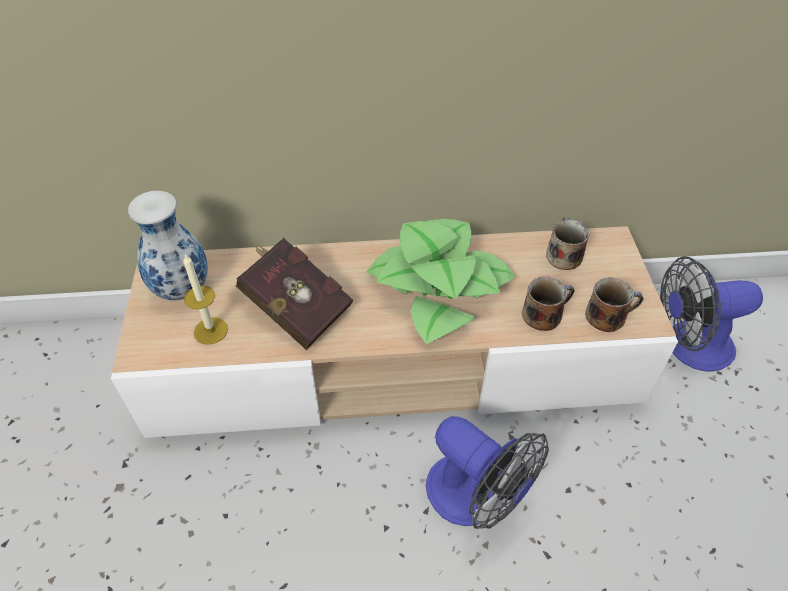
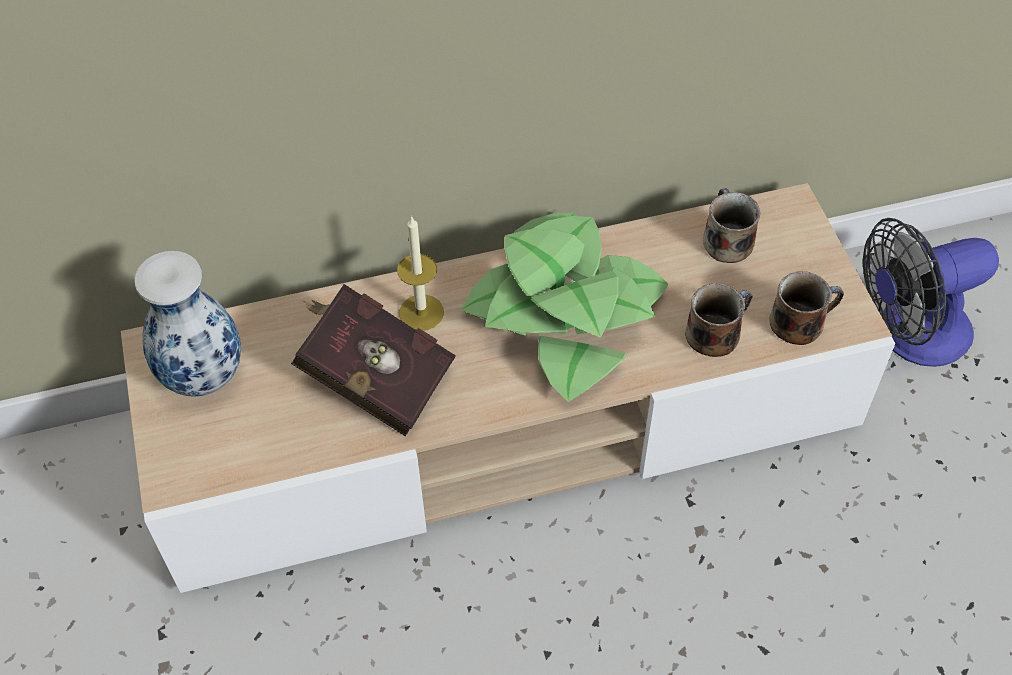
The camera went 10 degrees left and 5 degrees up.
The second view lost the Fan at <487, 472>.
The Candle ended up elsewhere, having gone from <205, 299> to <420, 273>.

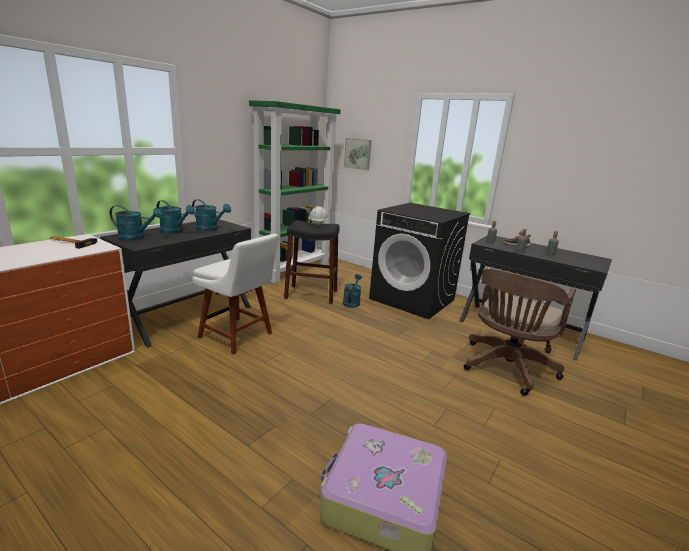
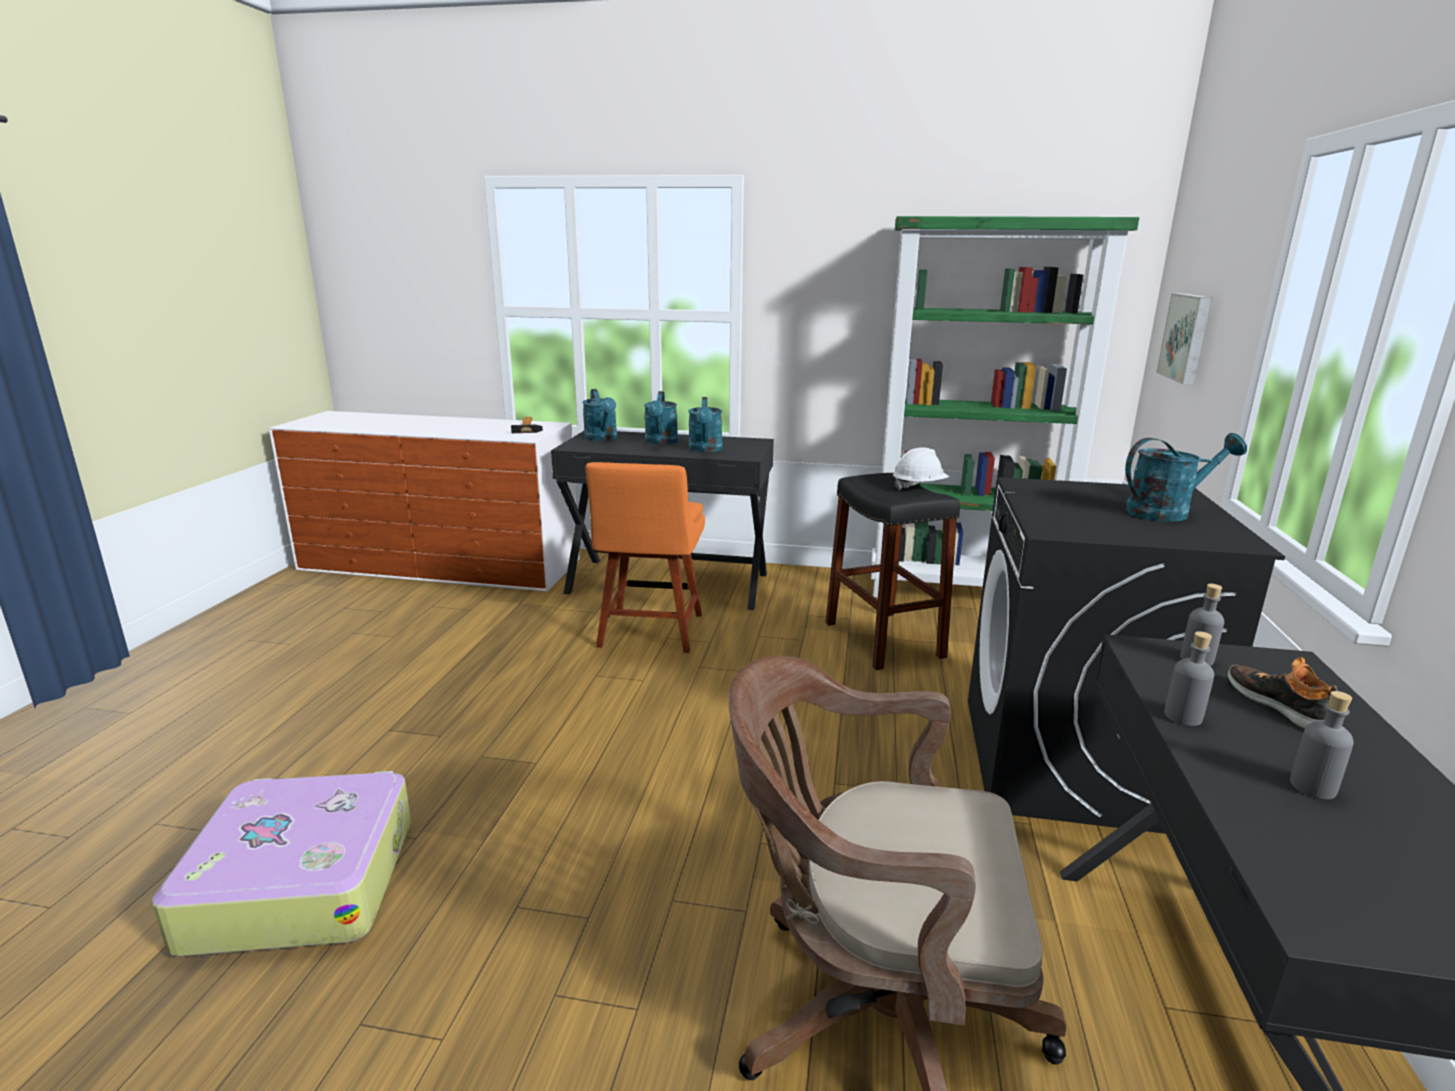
The camera went 65 degrees right and 0 degrees up.
The TurquoiseWateringCan ended up elsewhere, having gone from <352, 291> to <1186, 477>.
What was the WhiteChair at <235, 294> turned into the OrangeChair at <645, 557>.

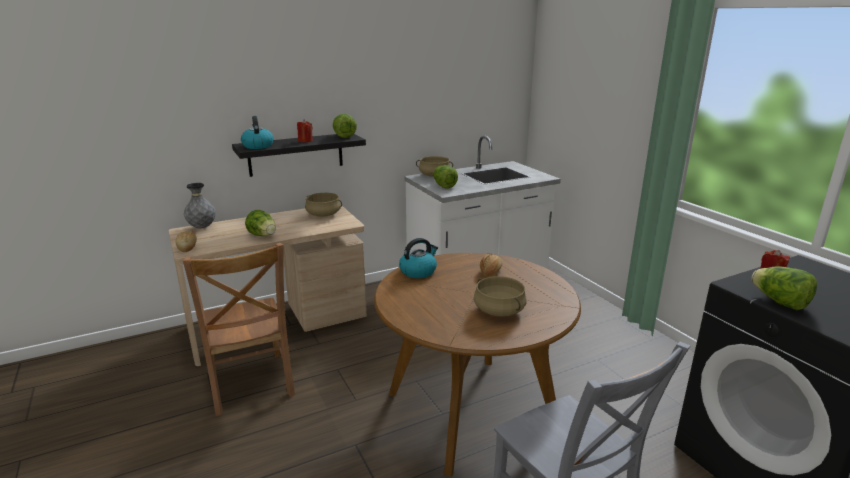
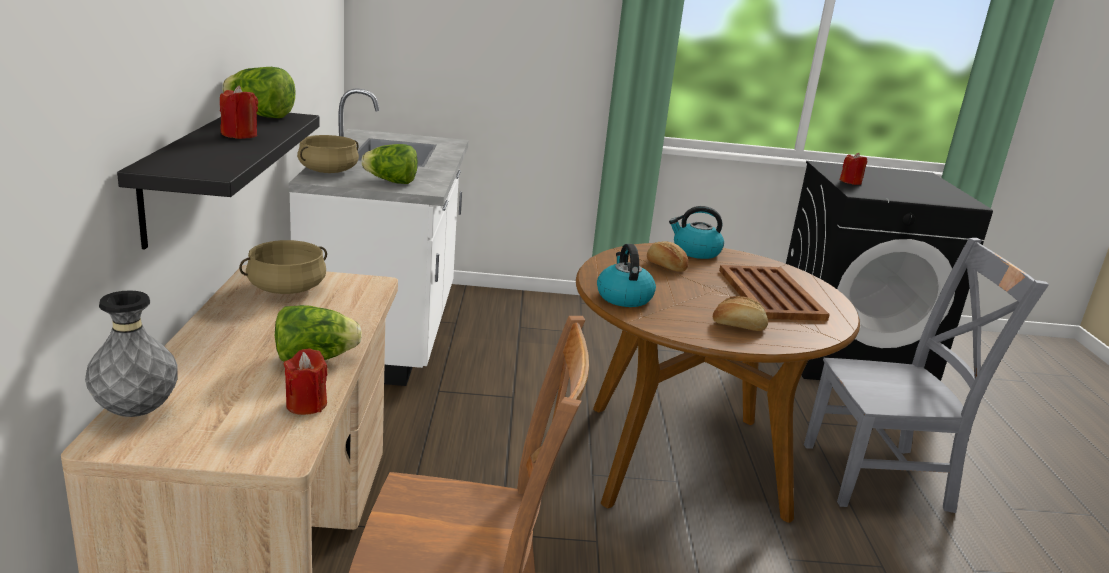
The camera went 65 degrees left and 0 degrees up.
The second view lost the Lettuce at <784, 288>.
The second view gained the RedCandle at <306, 382>.
The Bread ended up elsewhere, having gone from <186, 241> to <740, 313>.
The Kettle ended up elsewhere, having gone from <257, 132> to <696, 232>.
Where the BeigeCookingPot stood at <500, 296>, the BrownTray came to stand at <774, 293>.

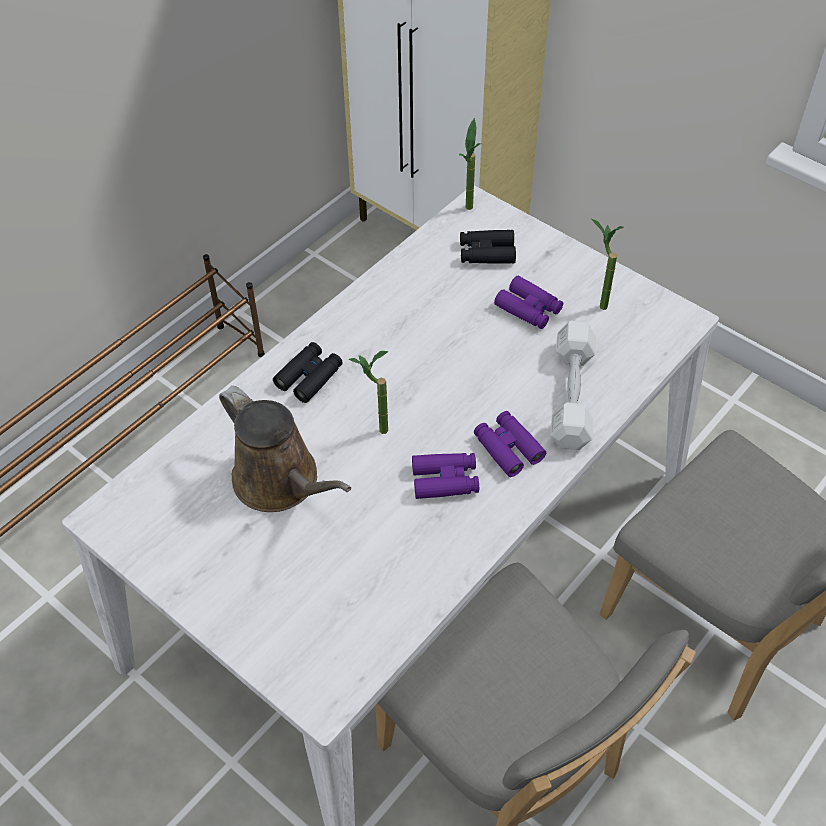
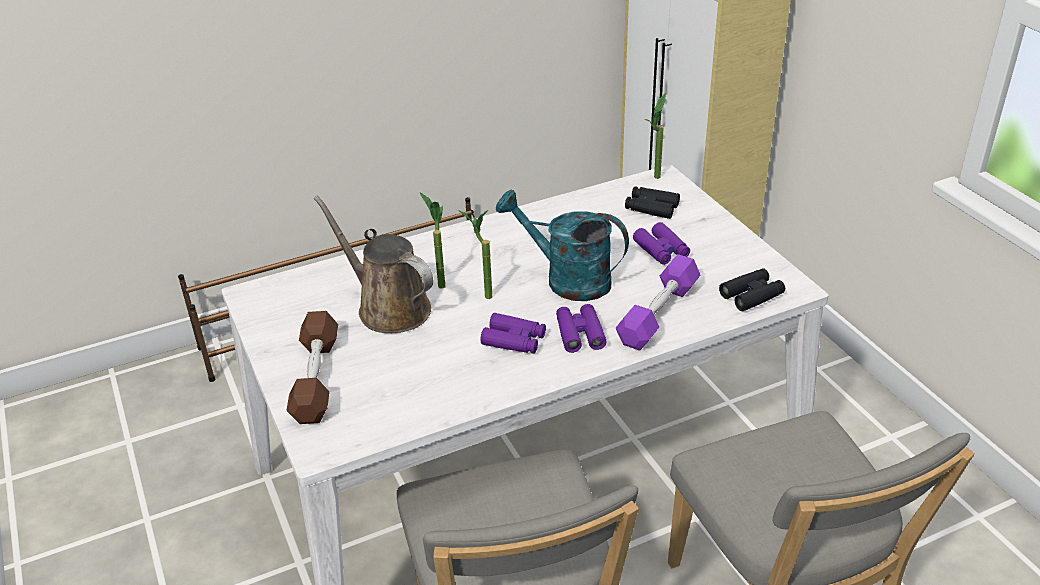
The camera went 25 degrees right and 15 degrees down.
The second view gained the BrownDumbbell at <312, 367>.
The second view gained the TurquoiseWateringCan at <562, 245>.
The BlackBinoculars ended up elsewhere, having gone from <308, 372> to <752, 289>.
The PottedPlant ended up elsewhere, having gone from <607, 264> to <432, 241>.
What was the WhiteDumbbell at <573, 385> turned into the PurpleDumbbell at <658, 302>.
The BrownWateringCan at <285, 449> ended up facing another way, 150 degrees clockwise from before.

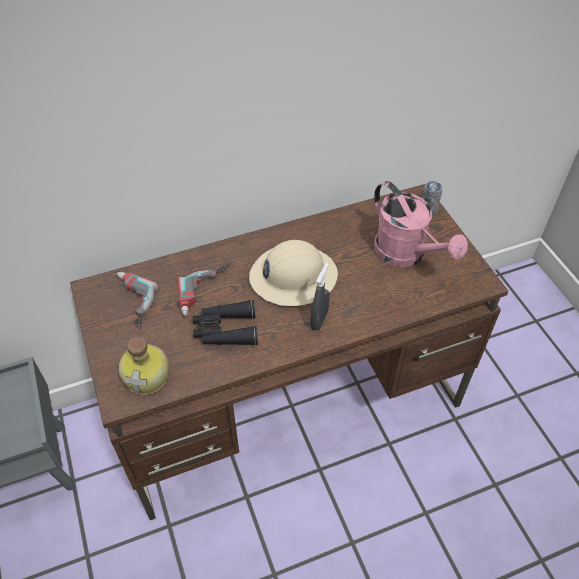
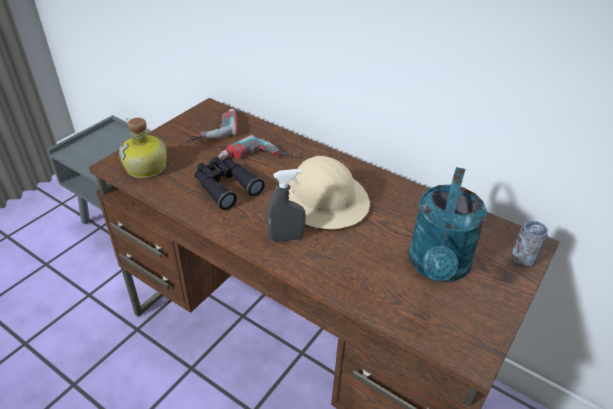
The camera went 55 degrees right and 10 degrees down.
What was the PinkWateringCan at <421, 224> turned into the TurquoiseWateringCan at <447, 224>.

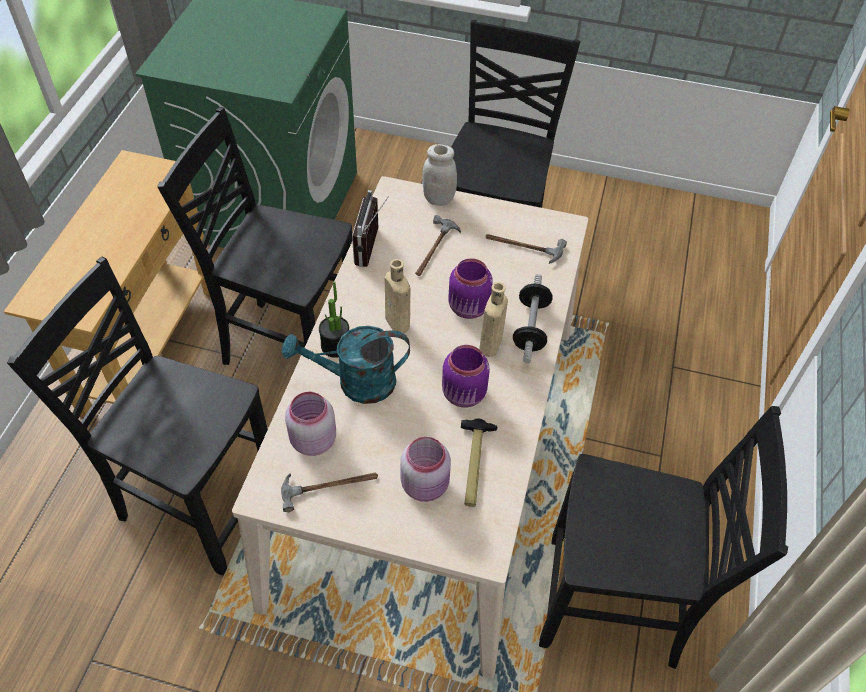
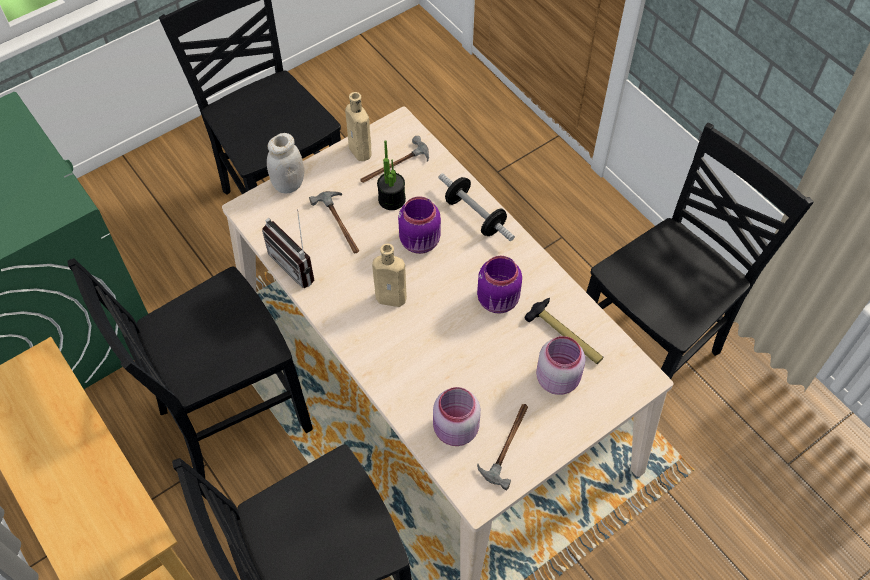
The camera went 50 degrees left and 5 degrees up.
The second view lost the TurquoiseWateringCan at <346, 365>.
The PottedPlant ended up elsewhere, having gone from <334, 319> to <391, 175>.
The BeigeBottle ended up elsewhere, having gone from <493, 319> to <358, 126>.

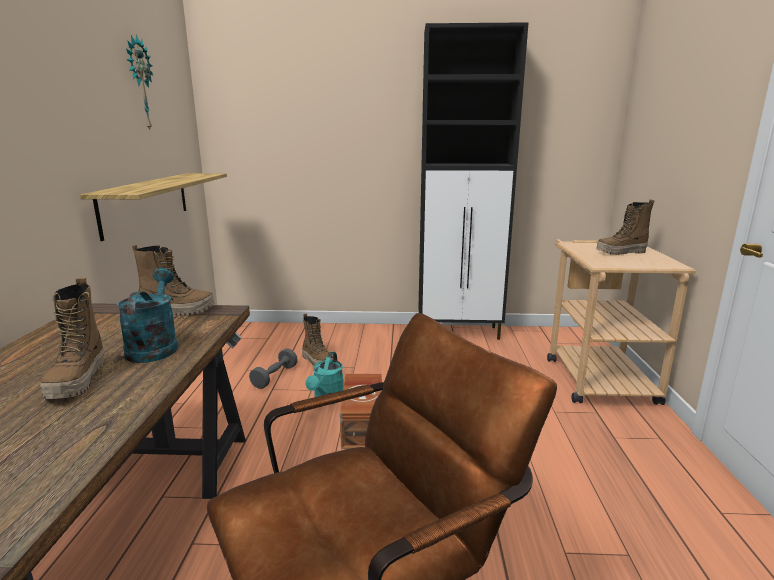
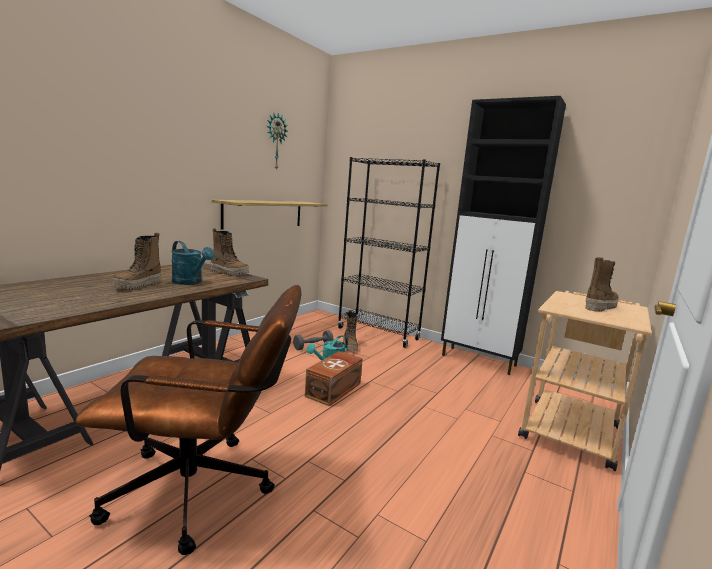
The camera went 30 degrees right and 5 degrees down.
The second view gained the BlackBookcase at <389, 252>.
The TurquoiseWateringCan at <147, 315> ended up facing another way, 105 degrees clockwise from before.
The Boot at <625, 227> ended up facing another way, 120 degrees clockwise from before.

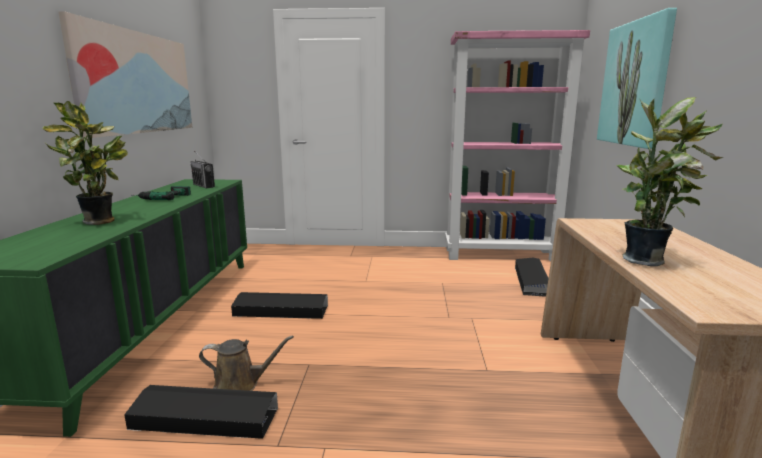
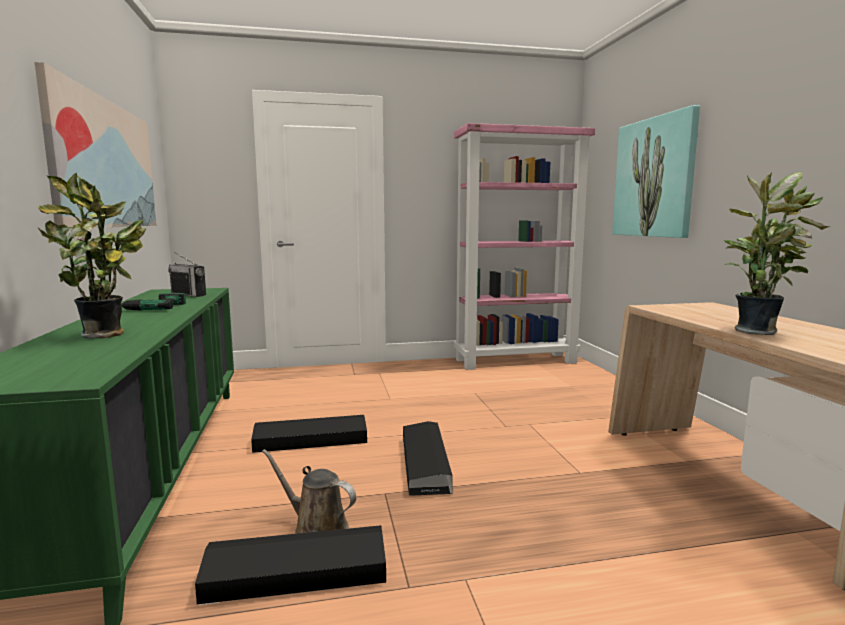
The camera went 15 degrees left and 5 degrees down.
The BlackStorageBox ended up elsewhere, having gone from <531, 277> to <428, 458>.
The BrownWateringCan at <246, 363> ended up facing another way, 135 degrees counterclockwise from before.

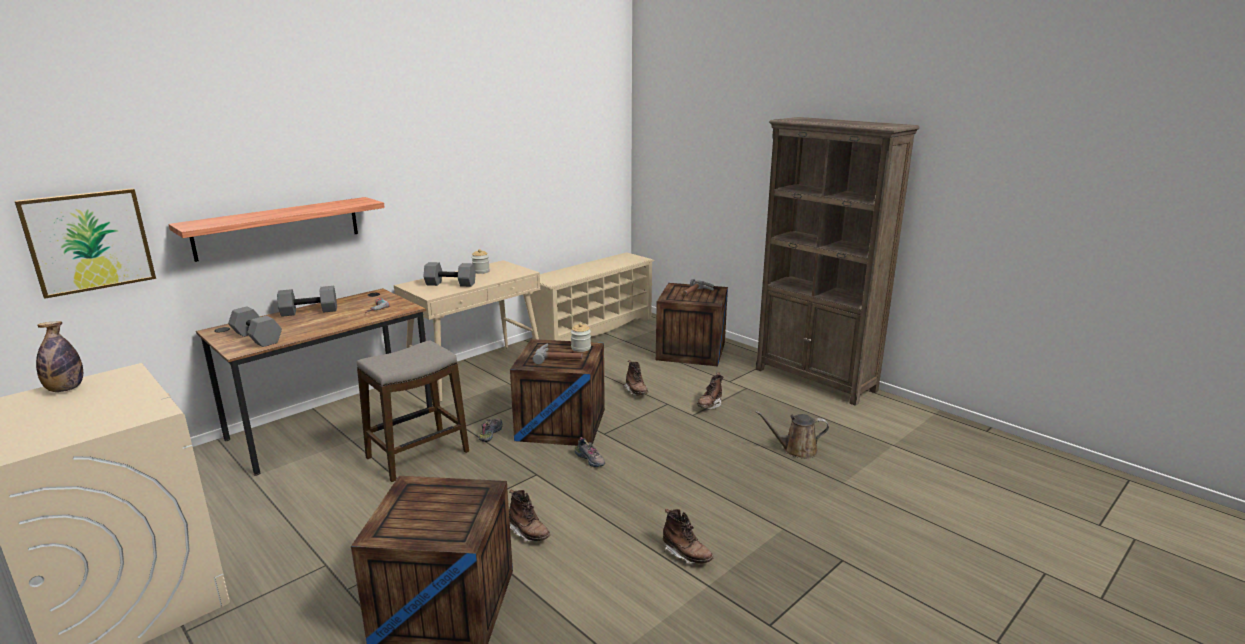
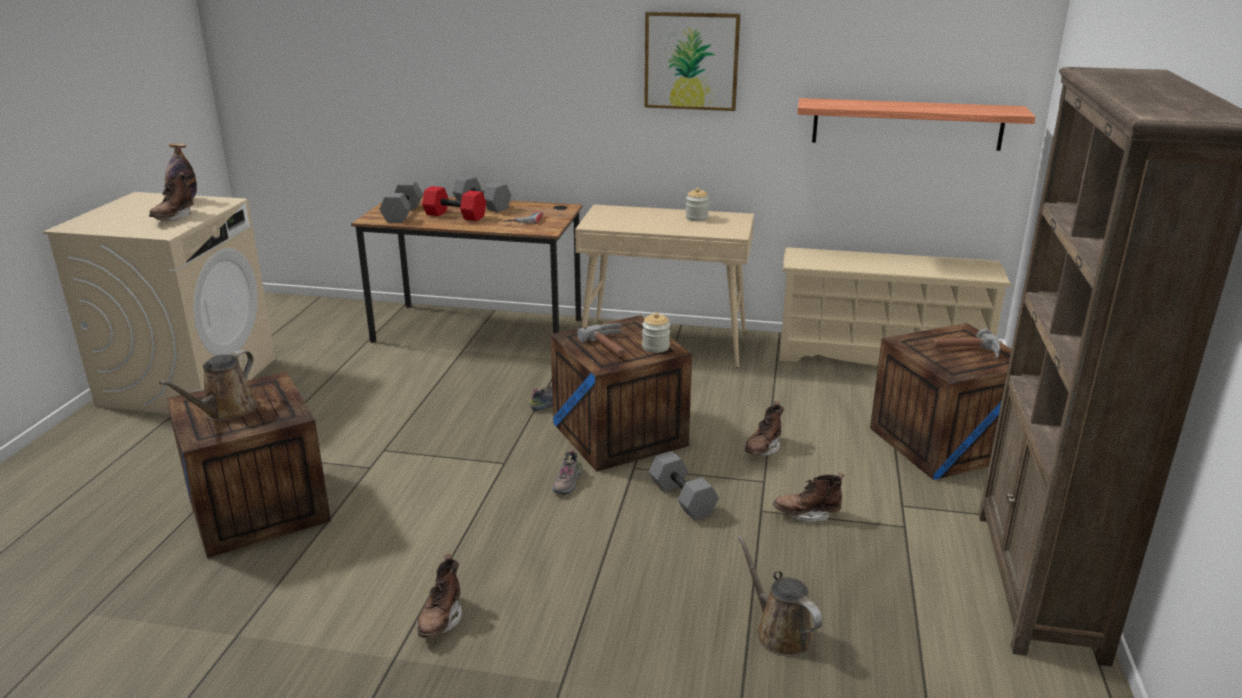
The camera went 55 degrees right and 5 degrees up.
The second view lost the Stool at <413, 411>.
The second view gained the BrownWateringCan at <208, 385>.
The second view gained the RedDumbbell at <454, 203>.
The Picture ended up elsewhere, having gone from <85, 243> to <692, 61>.
The Shelf ended up elsewhere, having gone from <276, 229> to <916, 124>.
The GreyDumbbell ended up elsewhere, having gone from <450, 274> to <684, 485>.
The BrownBoot ended up elsewhere, having gone from <529, 515> to <171, 196>.

